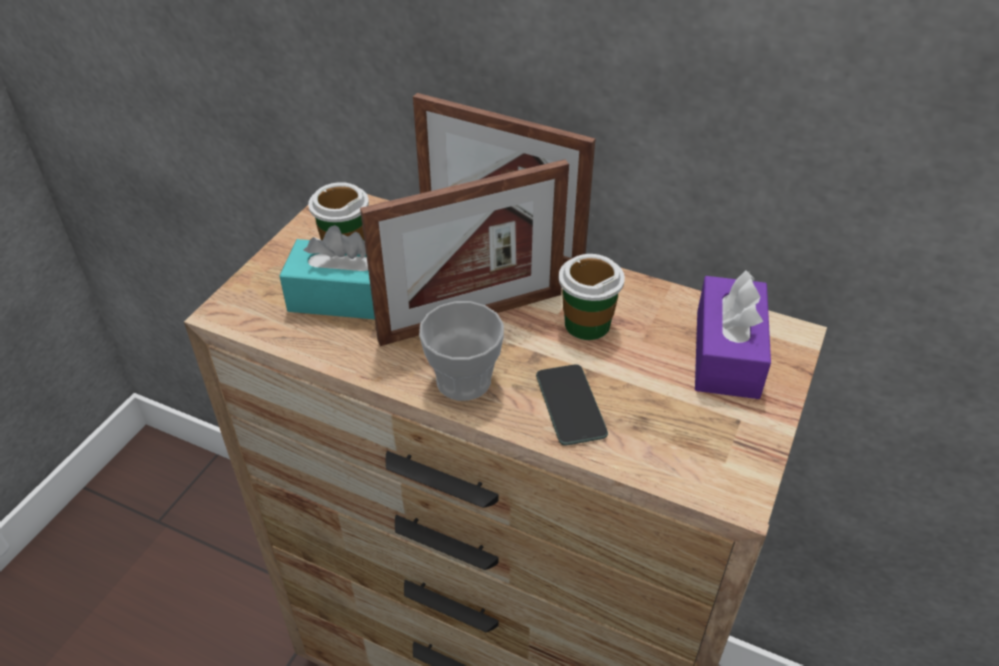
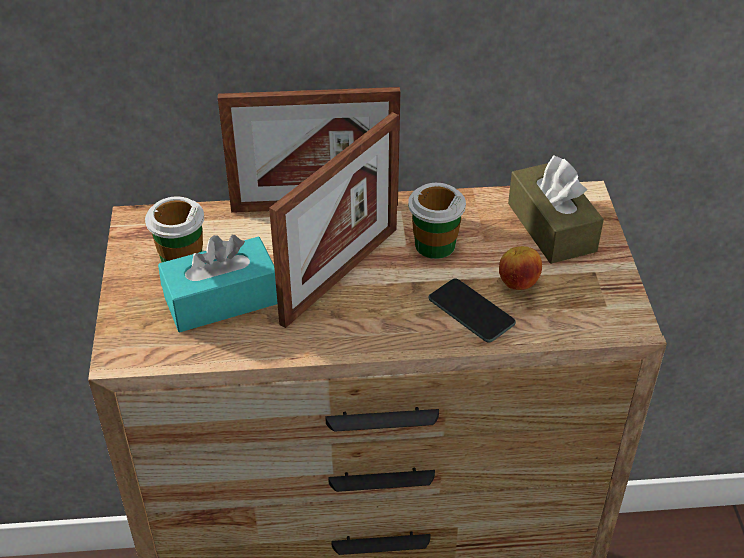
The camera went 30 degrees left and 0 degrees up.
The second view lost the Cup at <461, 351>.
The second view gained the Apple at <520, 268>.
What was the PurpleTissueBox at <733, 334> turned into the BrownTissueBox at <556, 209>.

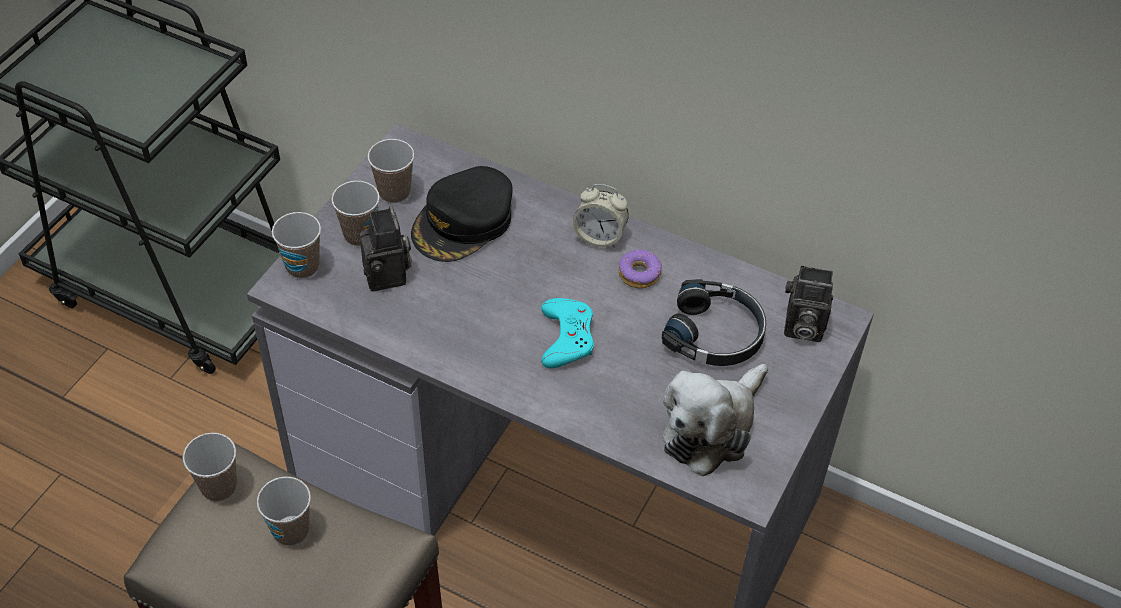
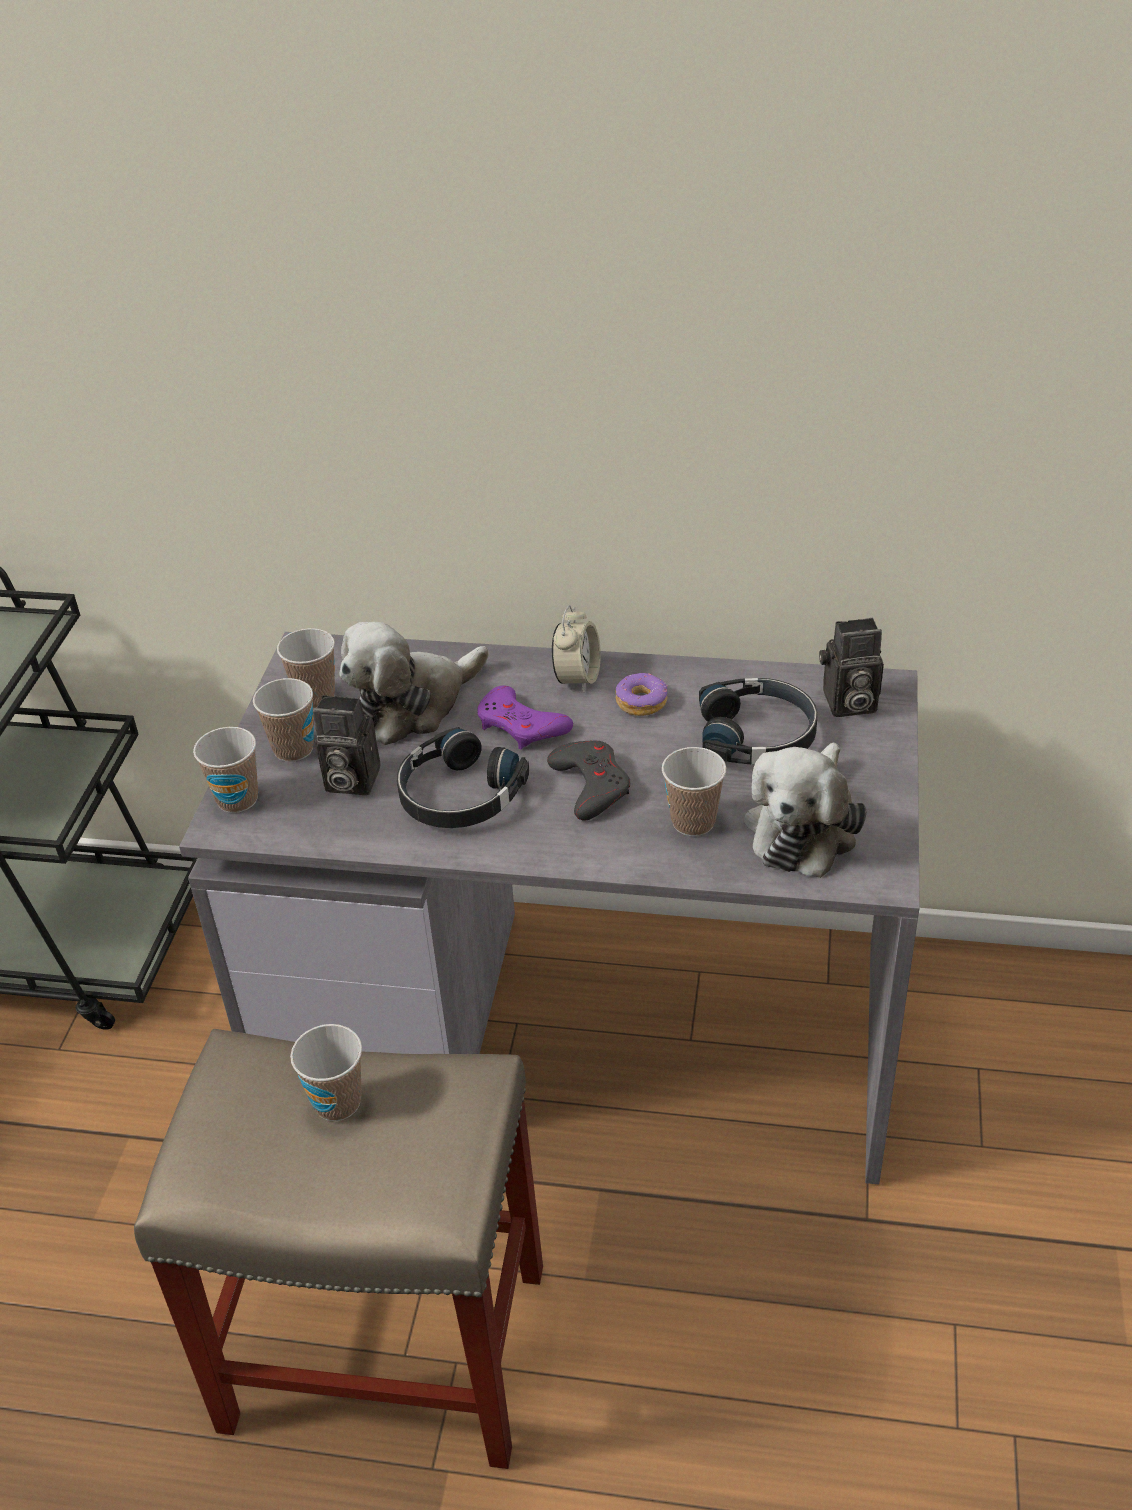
The camera went 15 degrees left and 10 degrees down.
The second view gained the BlackHeadphones at <463, 777>.
The second view gained the PurpleGameController at <525, 717>.
The Cup ended up elsewhere, having gone from <210, 467> to <694, 791>.
Where the BlackCap stood at <462, 214>, the PlushToy came to stand at <414, 683>.
What was the TurquoiseGameController at <567, 333> turned into the GreyGameController at <588, 780>.
The PhotoCamera at <385, 248> ended up facing another way, 135 degrees clockwise from before.
The AlarmClock at <601, 216> ended up facing another way, 75 degrees counterclockwise from before.

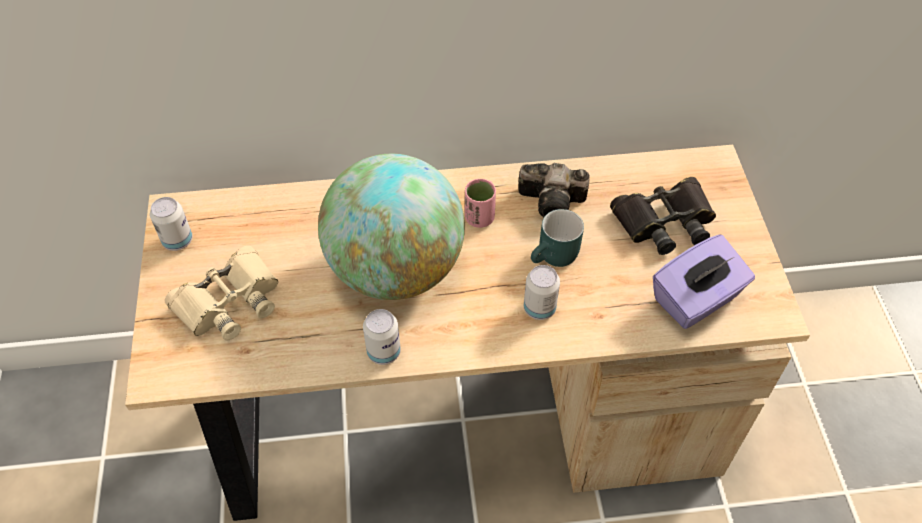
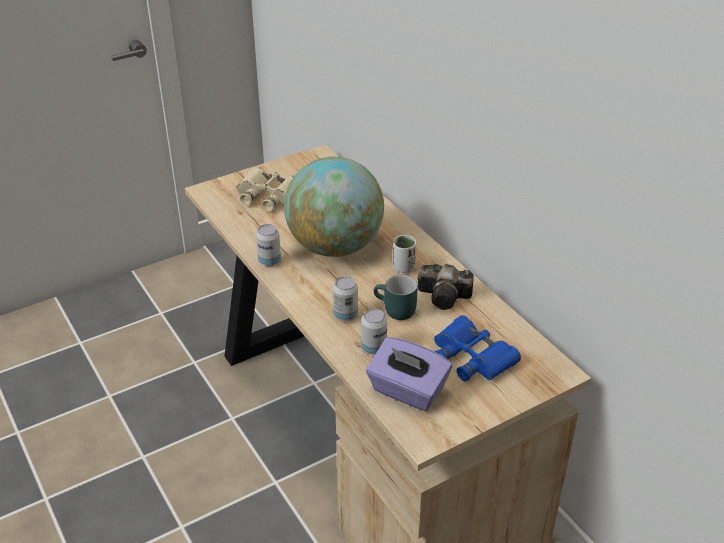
The camera went 65 degrees right and 15 degrees down.
The Can ended up elsewhere, having gone from <171, 224> to <374, 332>.
What was the PinkCup at <480, 203> turned into the WhiteCup at <404, 254>.
What was the BlackBinoculars at <663, 216> turned into the BlueBinoculars at <477, 348>.
The PhotoCamera at <554, 190> ended up facing another way, 60 degrees counterclockwise from before.

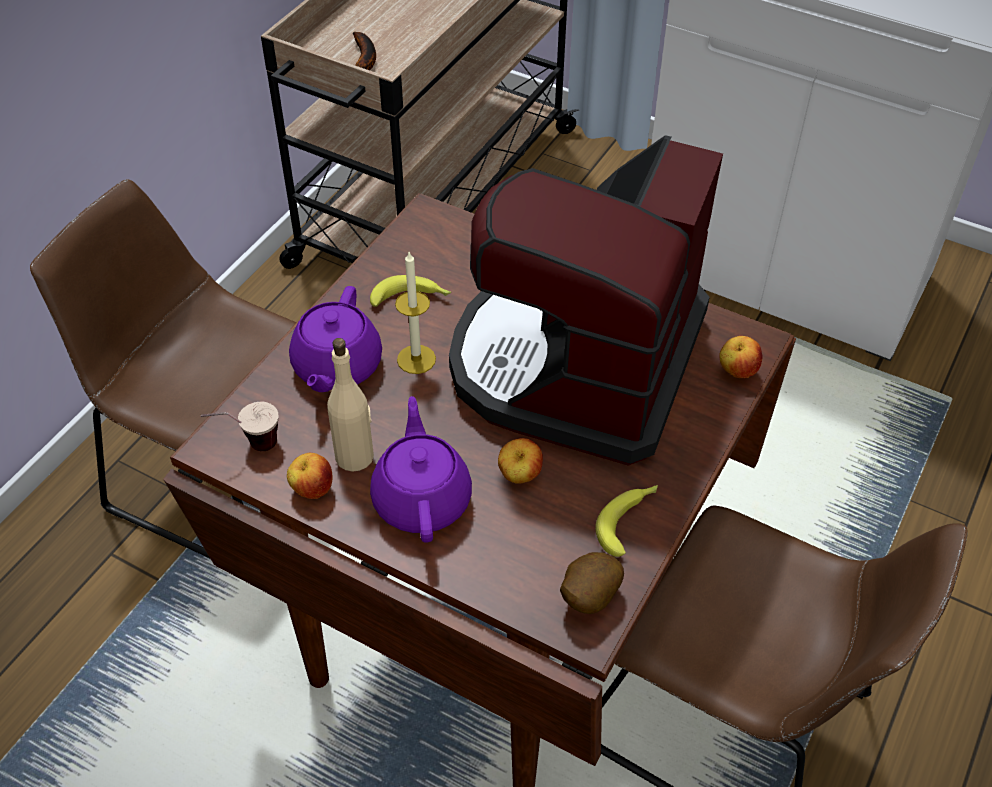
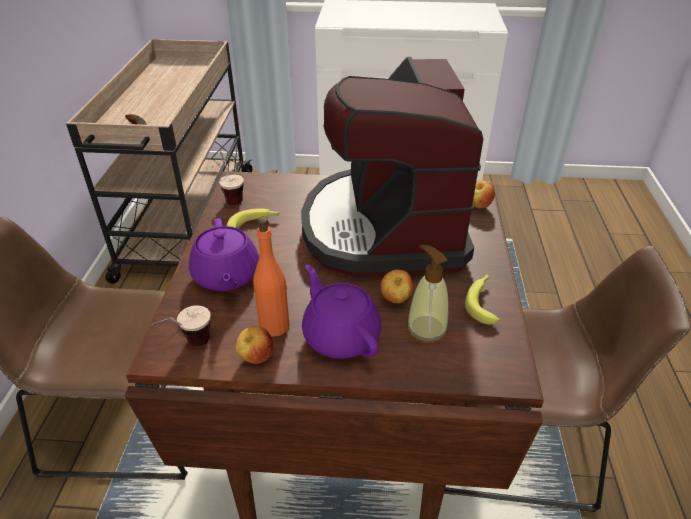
The camera went 25 degrees left and 10 degrees down.
The second view lost the Candle at <415, 313>.
The second view lost the Potato at <592, 583>.
The second view gained the Cup at <231, 178>.
The second view gained the SoapDispenser at <427, 294>.
What was the BeigeBottle at <350, 405> turned into the OrangeBottle at <271, 277>.

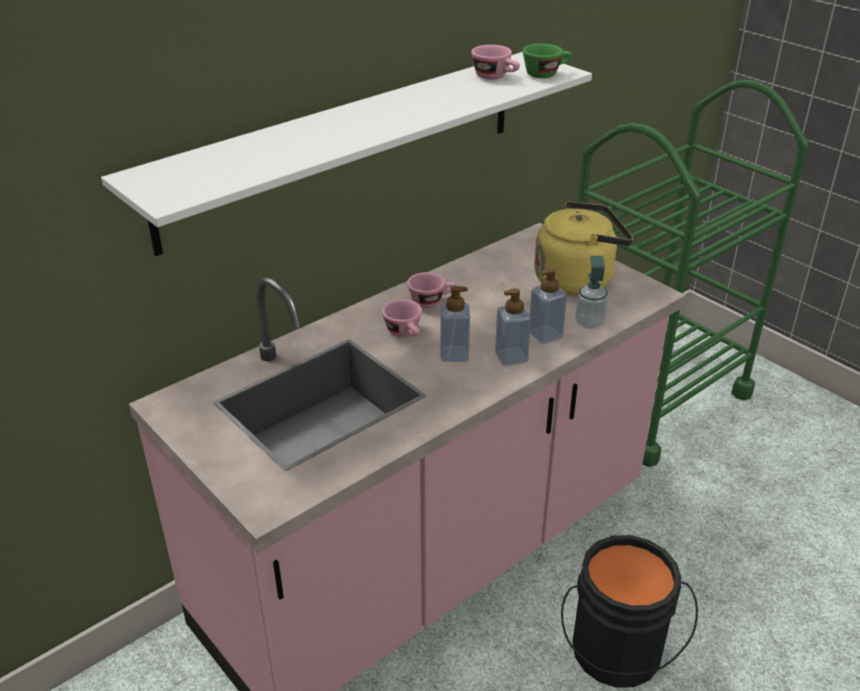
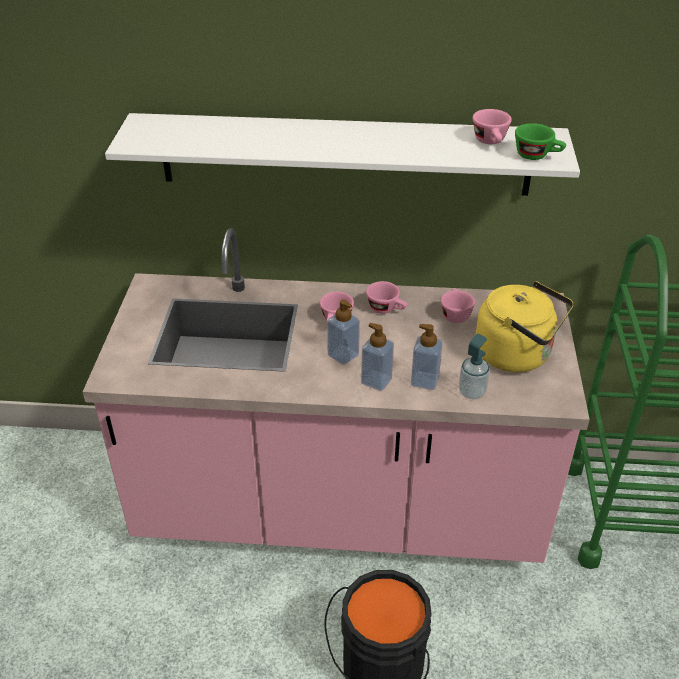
The camera went 45 degrees right and 5 degrees up.
The second view gained the PinkCup at <458, 306>.

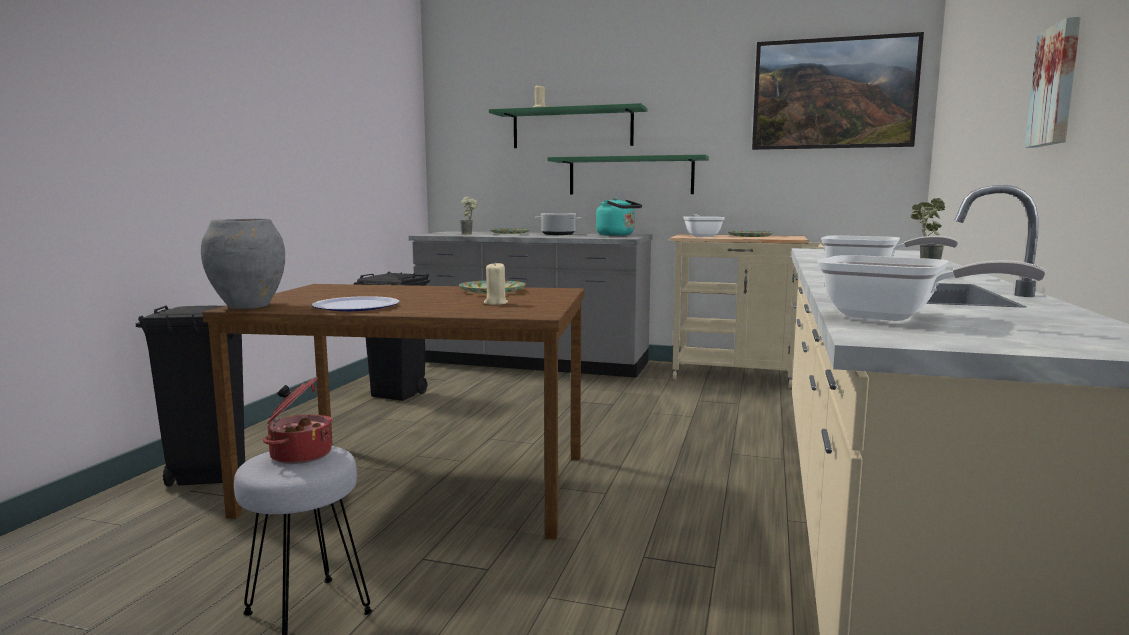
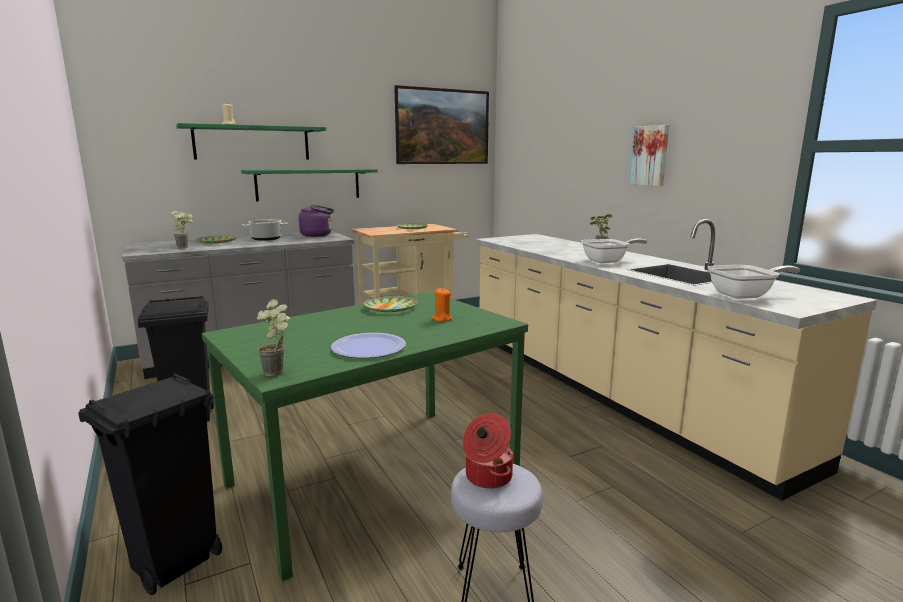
The camera went 45 degrees left and 5 degrees up.
The second view lost the FryingPan at <704, 225>.
Where the GreyVase stood at <243, 264>, the PottedPlant came to stand at <273, 338>.
What was the BrownDiningTable at <393, 412> turned into the GreenDiningTable at <365, 437>.
What was the BeigeCandle at <496, 284> turned into the OrangeCandle at <442, 305>.
What was the TurquoiseKettle at <619, 216> turned into the PurpleKettle at <316, 221>.

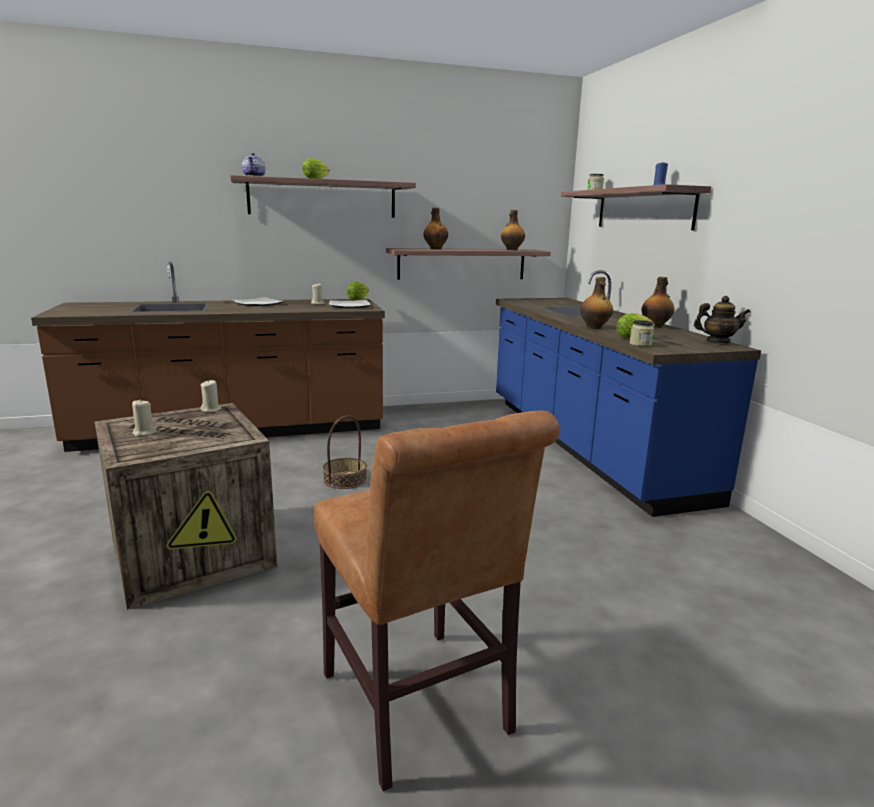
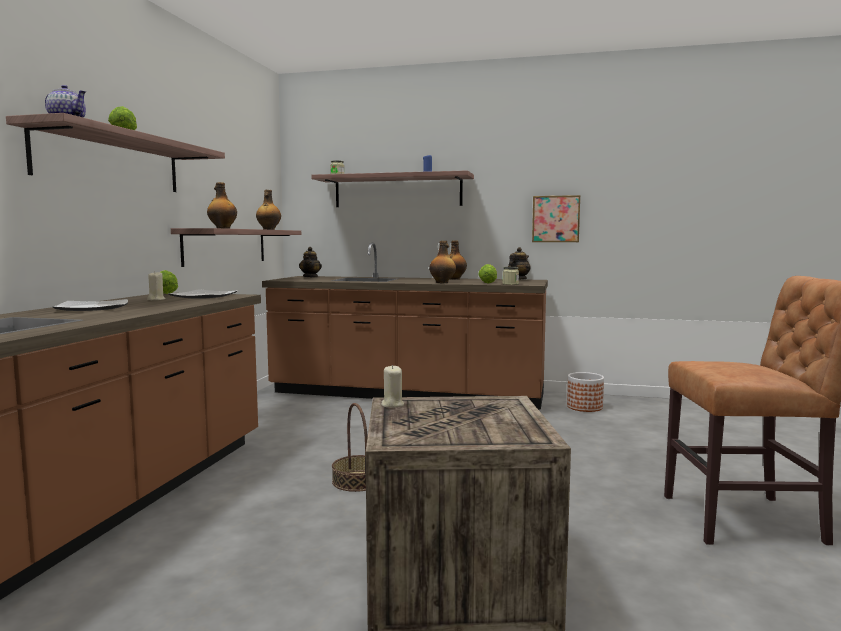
The camera went 60 degrees left and 10 degrees down.
The second view lost the BeigeCandle at <144, 418>.
The second view gained the Teapot at <310, 262>.
The second view gained the Picture at <556, 218>.
The second view gained the Planter at <585, 392>.
What was the BlueCounter at <628, 393> turned into the BrownCounter at <405, 326>.

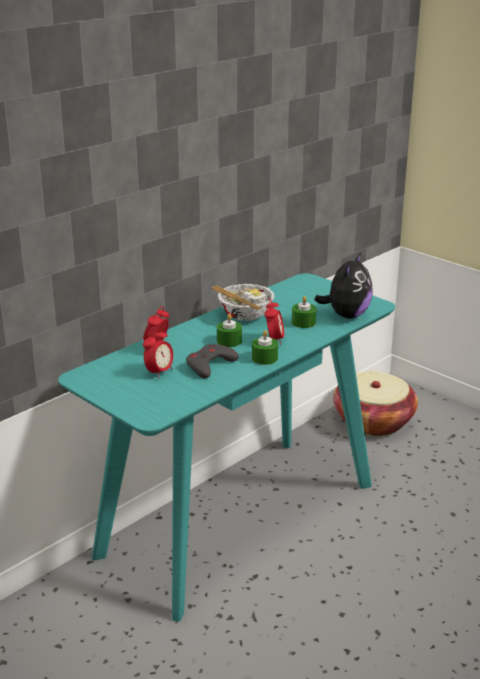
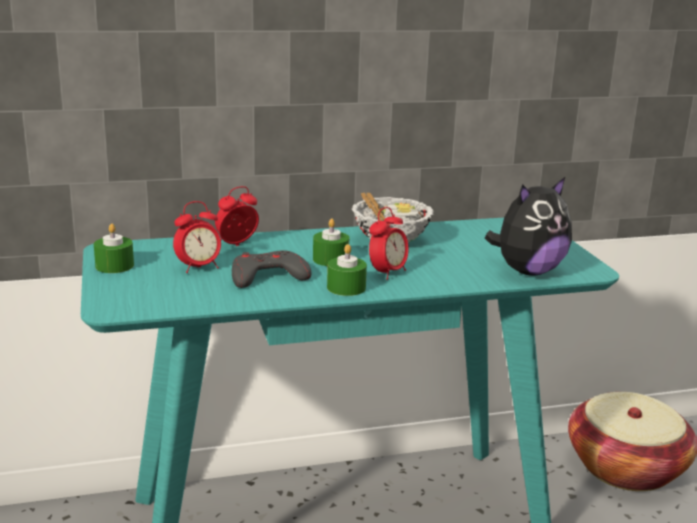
The camera went 30 degrees right and 5 degrees down.
The GreenCandle ended up elsewhere, having gone from <304, 312> to <114, 248>.

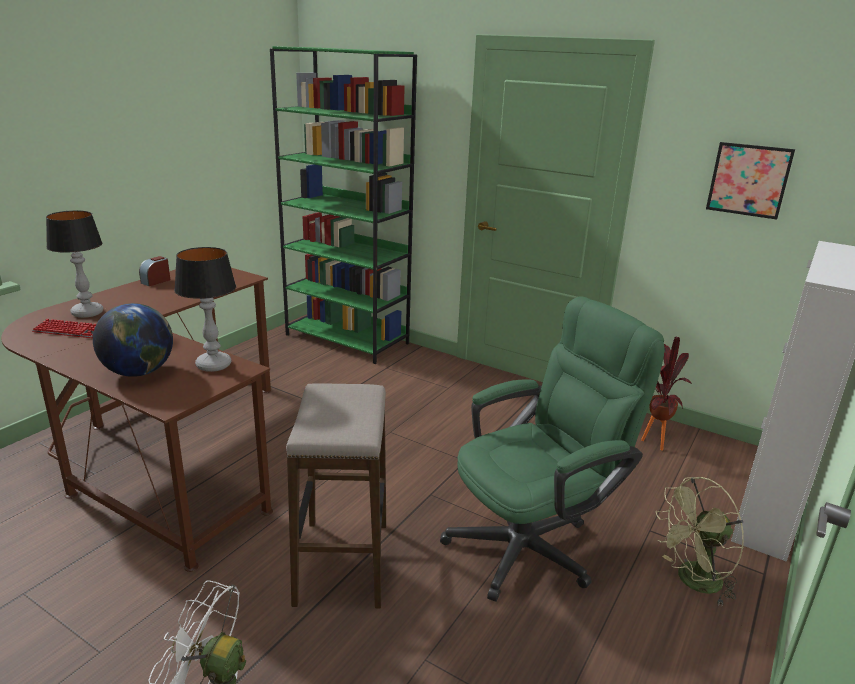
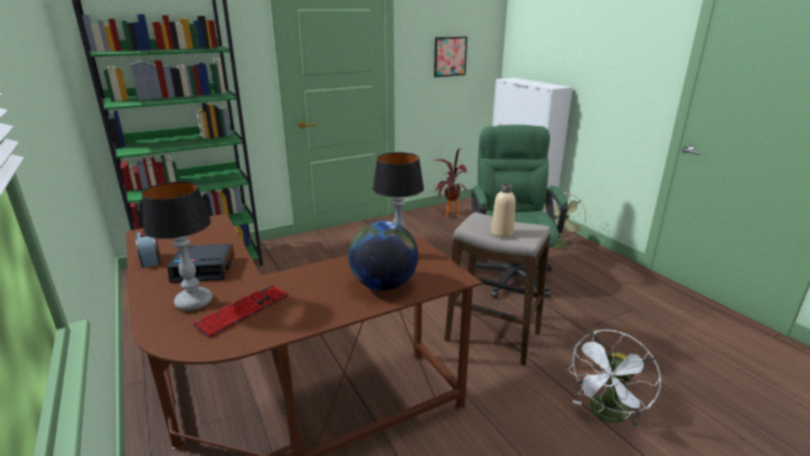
The camera went 60 degrees left and 0 degrees up.
The second view gained the AlarmClock at <201, 263>.
The second view gained the BeigeBottle at <503, 211>.

